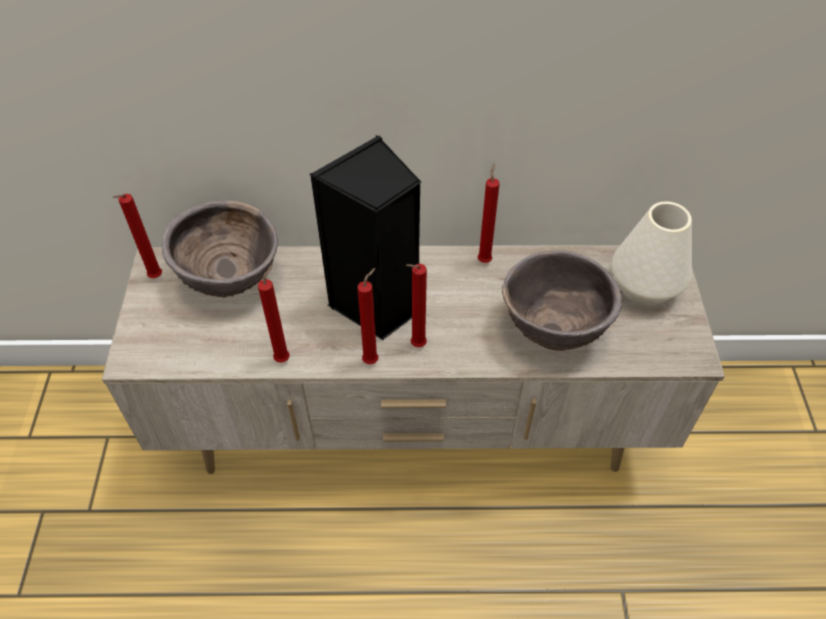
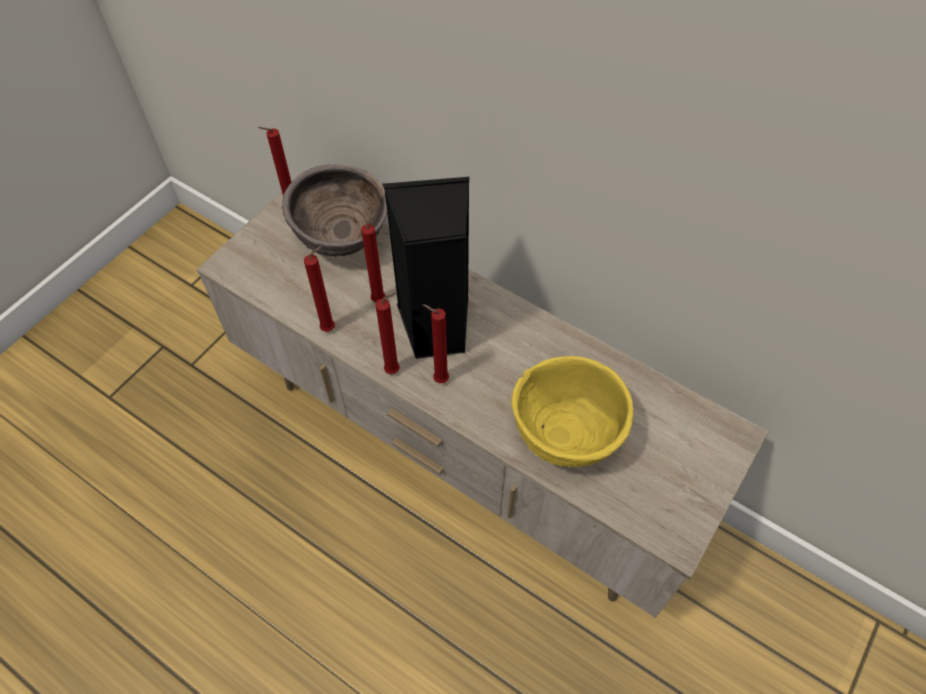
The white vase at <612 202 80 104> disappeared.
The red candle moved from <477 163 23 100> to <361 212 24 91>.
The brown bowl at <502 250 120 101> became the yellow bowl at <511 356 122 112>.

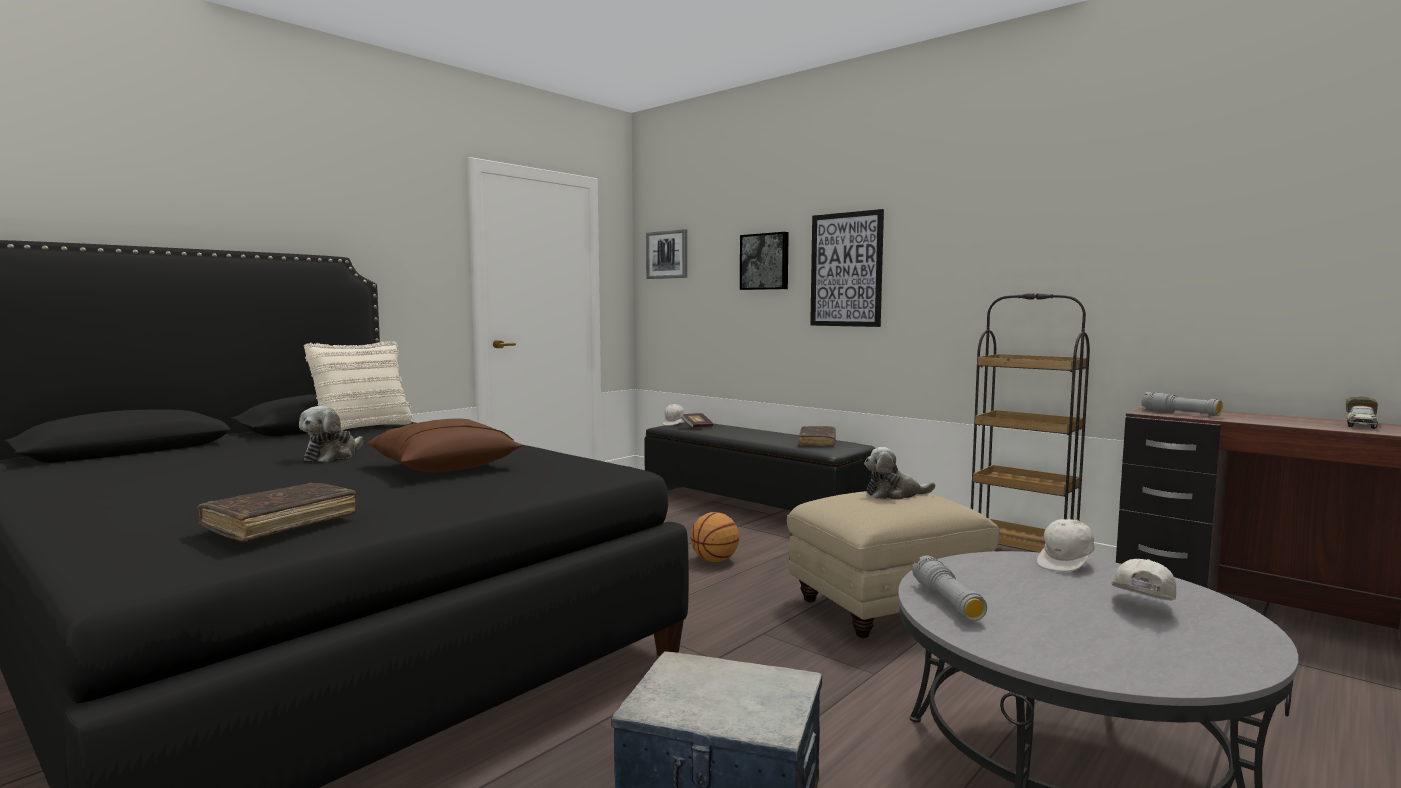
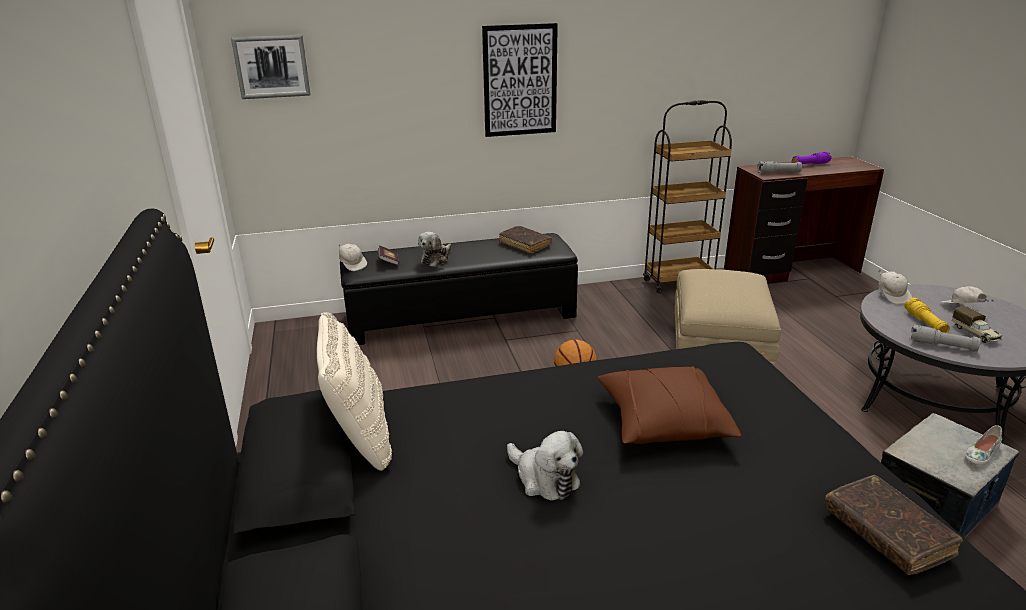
The picture at <740 232 49 58> disappeared.
The purple flashlight at <792 152 39 12> appeared.
The yellow flashlight at <904 297 46 36> appeared.
The white shoe at <965 425 37 41> appeared.
The plush toy moved from <864 447 71 53> to <418 232 34 35>.
The toy truck moved from <1346 396 32 33> to <952 306 50 37>.

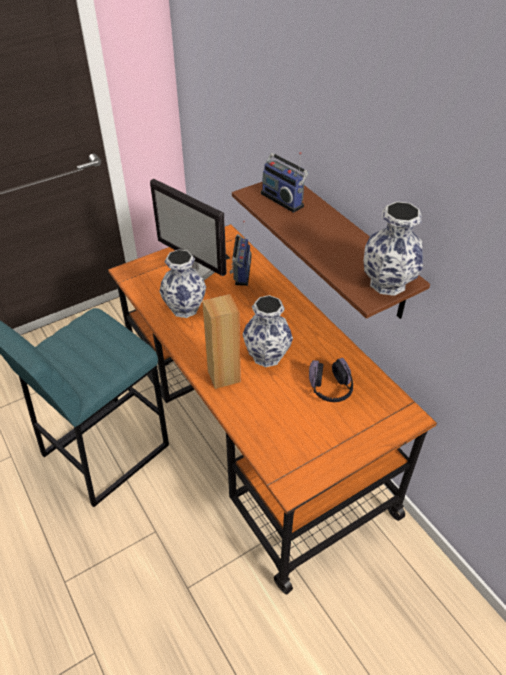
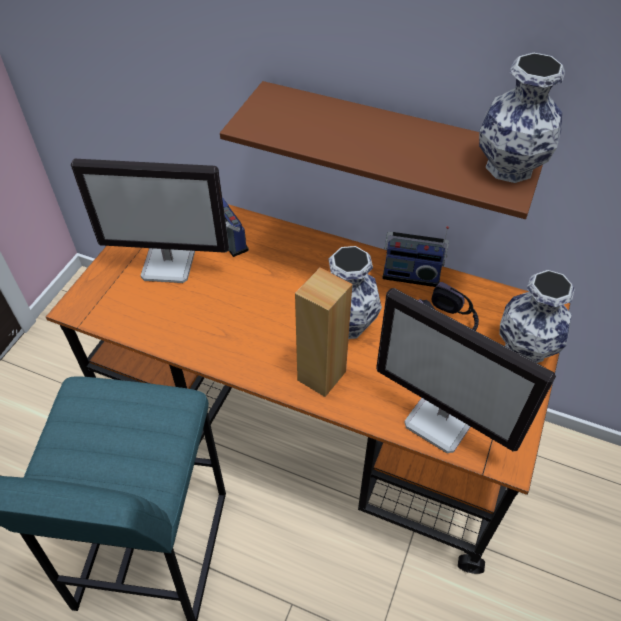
The monitor at <376 288 180 165> appeared.
The vase moved from <159 249 47 69> to <499 270 76 93>.
The radio moved from <261 152 48 61> to <382 226 67 61>.

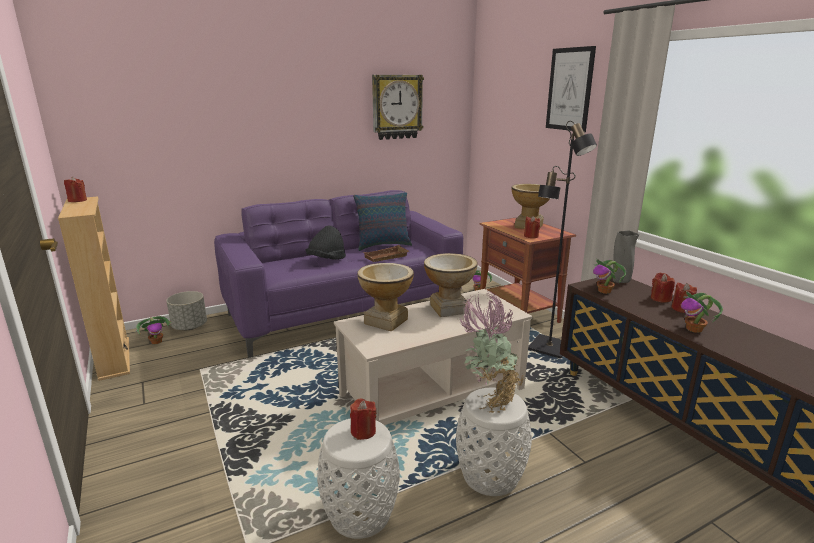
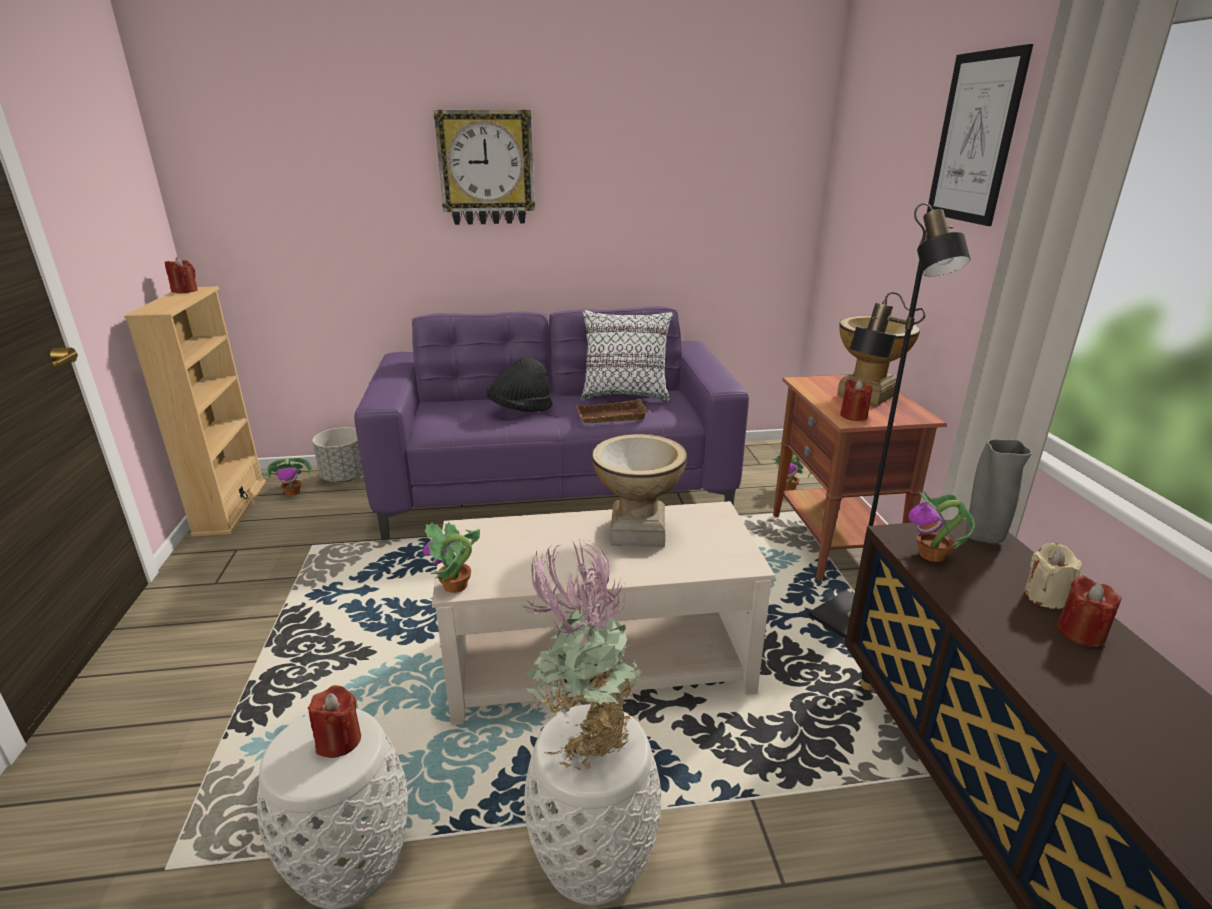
The vase at <357 263 57 68> disappeared.
The wall clock moved from <372 75 52 65> to <434 110 101 115>.
The potted plant moved from <681 291 42 42> to <423 522 57 71>.
The blue pillow at <353 192 59 59> became the white pillow at <581 310 91 91>.
The red candle at <651 273 24 30> became the beige candle at <1024 543 58 66>.

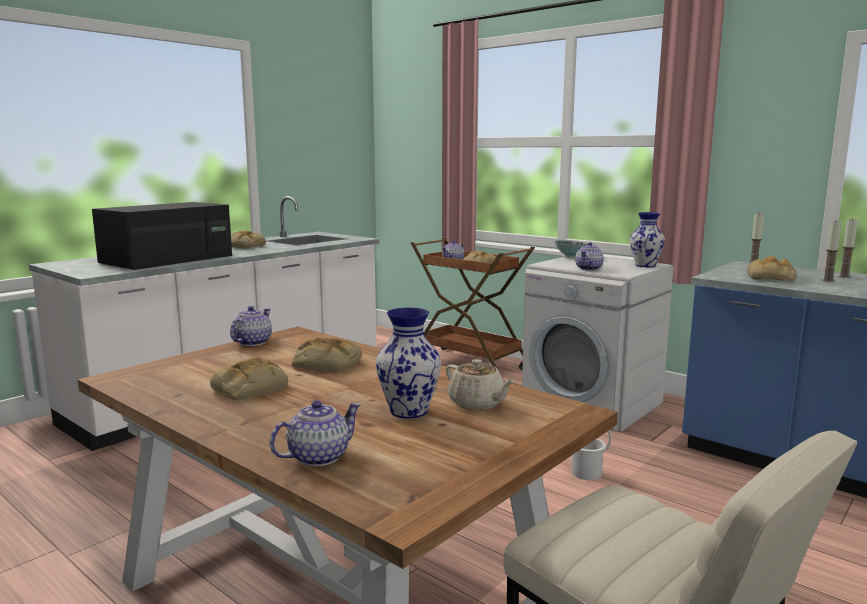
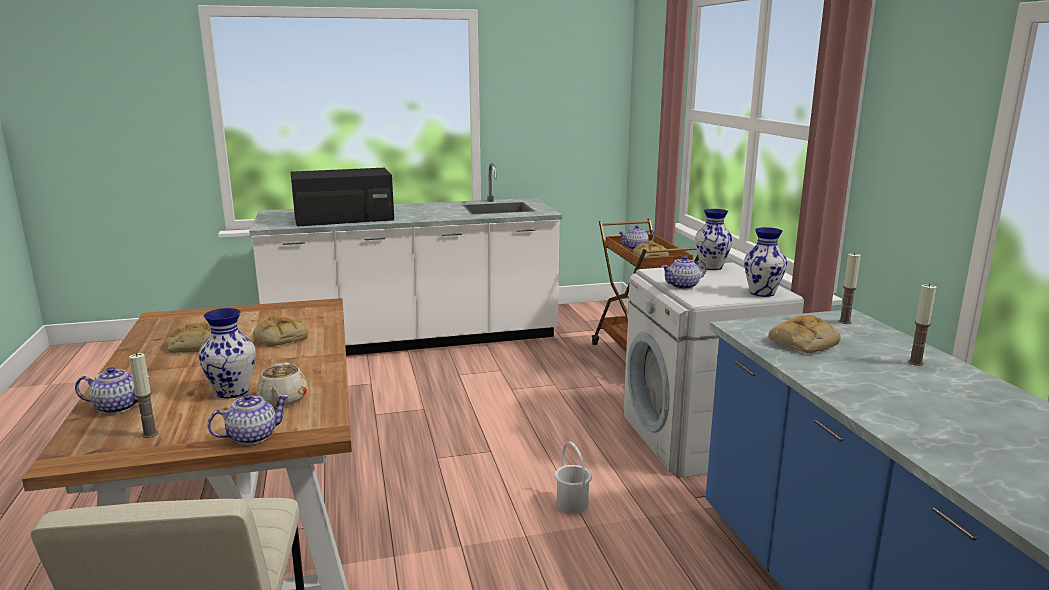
The bread at <231 230 35 19> disappeared.
The teapot moved from <230 306 42 40> to <207 393 82 52>.
The candle moved from <822 220 20 62> to <129 353 29 85>.
The bowl at <554 240 35 18> was replaced by the vase at <695 209 38 61>.

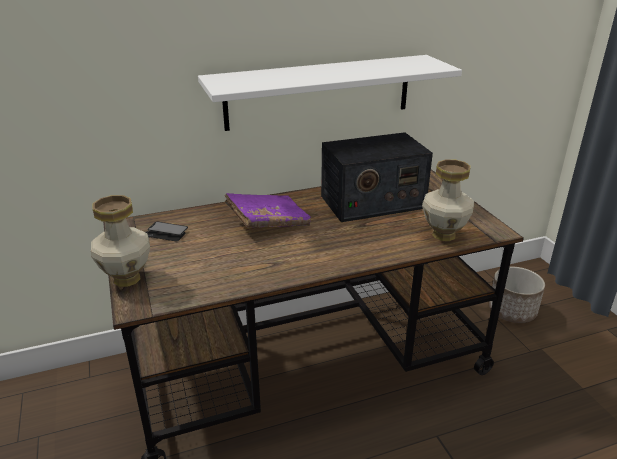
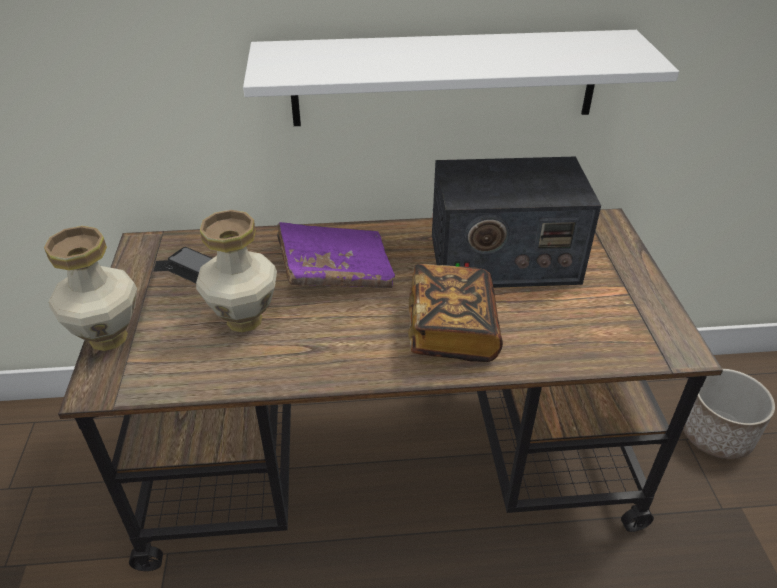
The book at <408 264 95 98> appeared.
The vase moved from <422 159 52 82> to <196 210 81 122>.

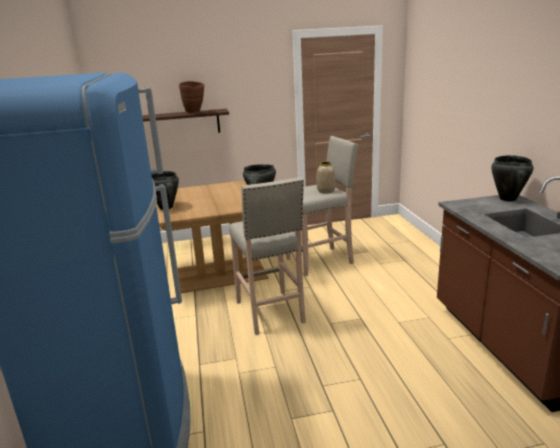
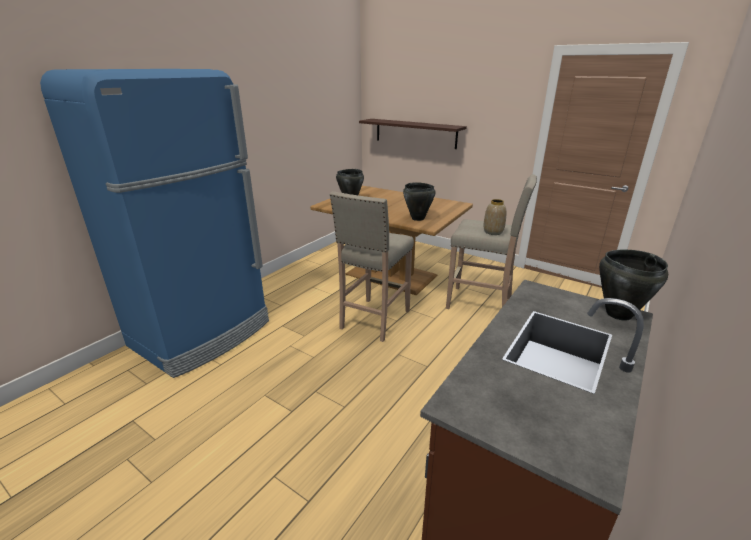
The brown vase at <179 81 25 33> disappeared.

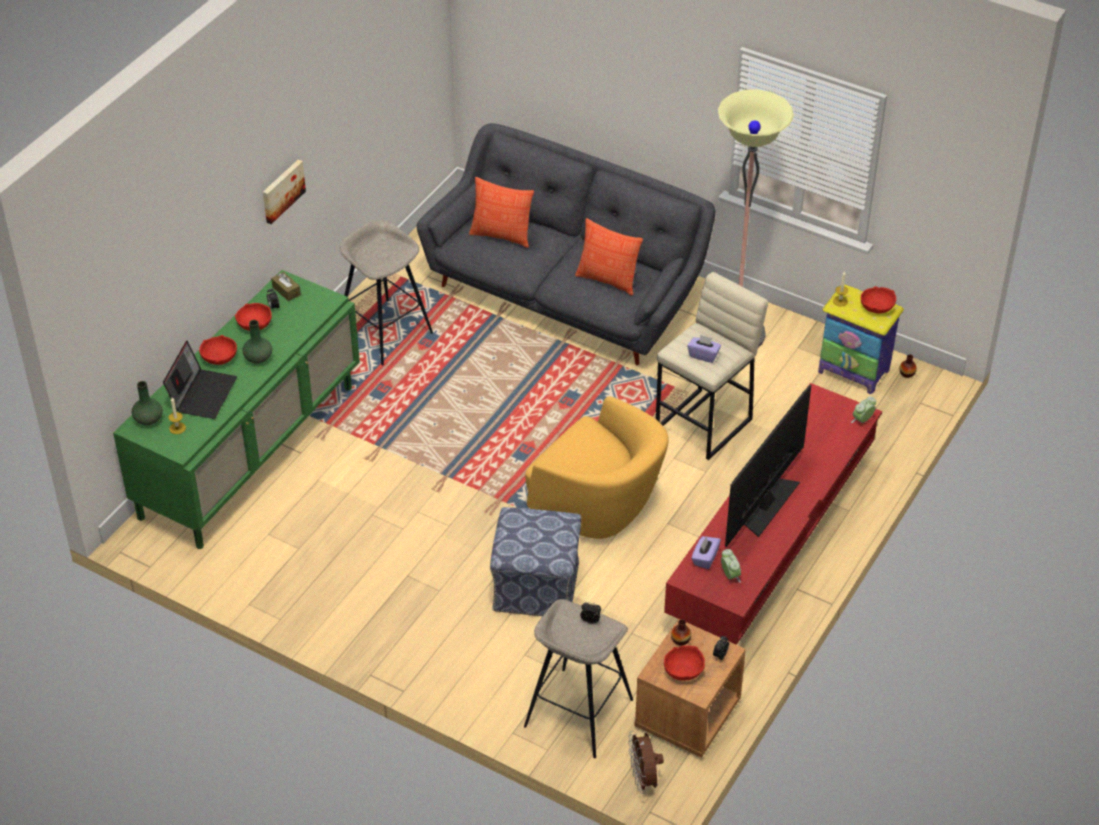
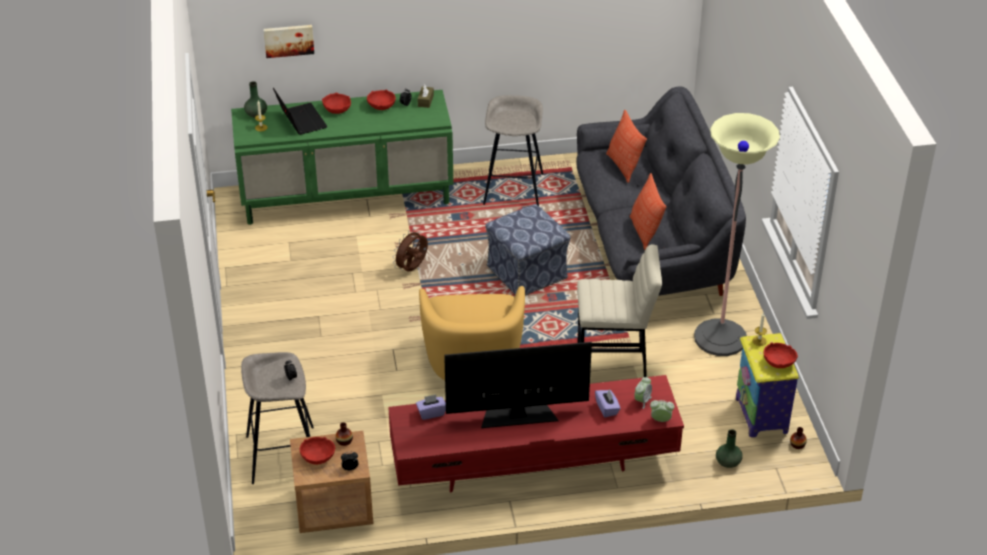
The green vase moved from <243 320 29 43> to <716 429 27 39>.
The picture moved from <263 160 43 64> to <263 25 51 33>.
The ottoman moved from <490 507 91 109> to <485 204 86 91>.
The brown fan moved from <628 731 36 63> to <392 229 36 42>.
The purple tissue box moved from <687 334 34 29> to <595 389 25 28>.
The alarm clock moved from <721 549 20 34> to <634 377 18 32>.
The laptop at <163 341 74 78> turned 90 degrees counterclockwise.

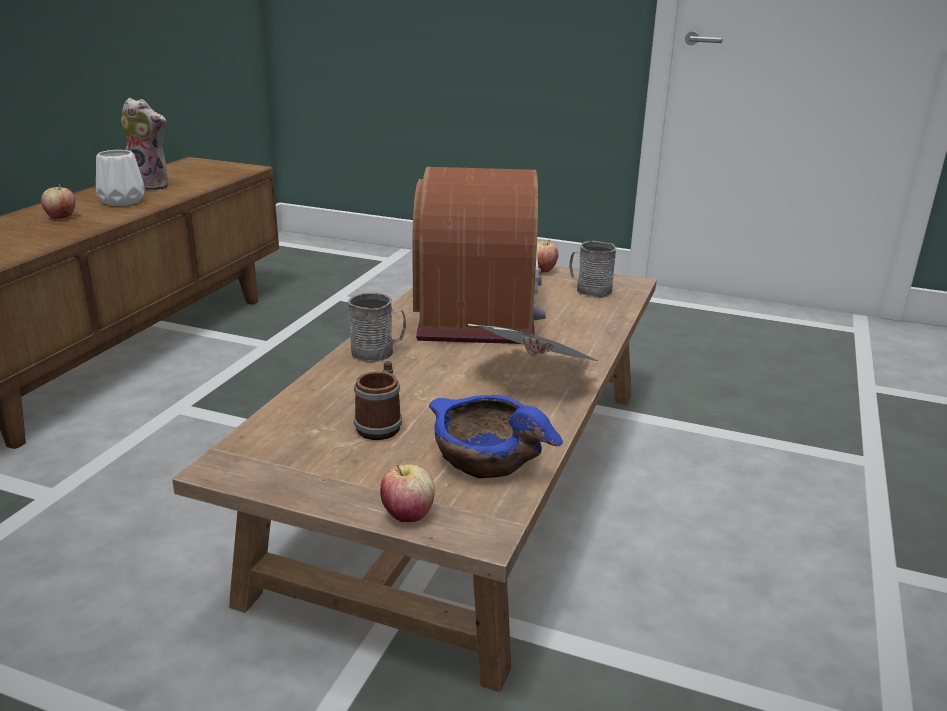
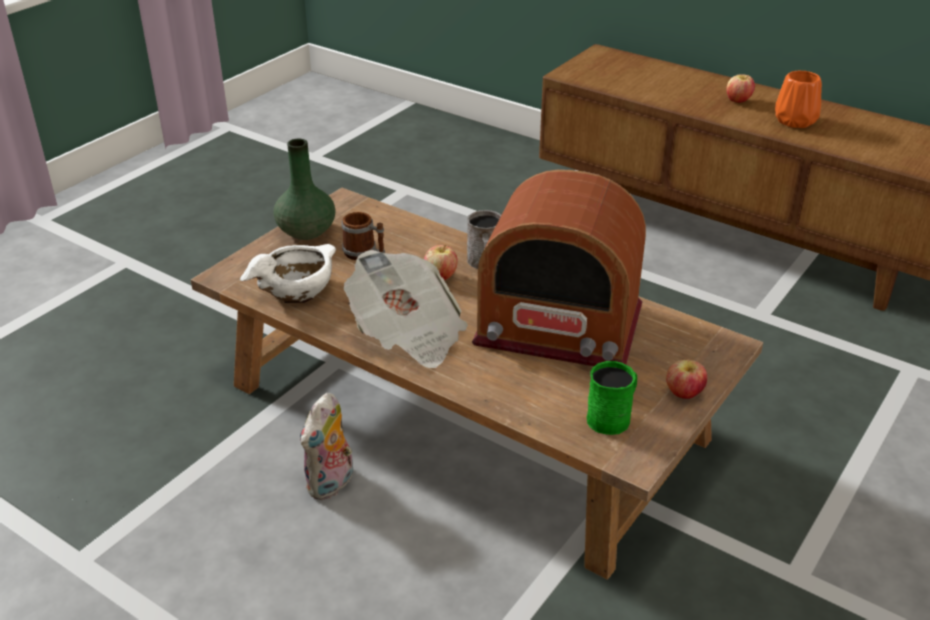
The green vase at <274 139 61 101> appeared.
The plush toy moved from <121 98 47 93> to <300 393 53 107>.
The apple moved from <380 464 55 58> to <424 244 34 36>.
The white vase at <96 150 49 56> became the orange vase at <775 70 47 58>.
The blue bowl at <429 395 134 83> became the white bowl at <240 244 96 59>.
The grey mug at <569 241 47 57> became the green mug at <587 361 50 74>.

